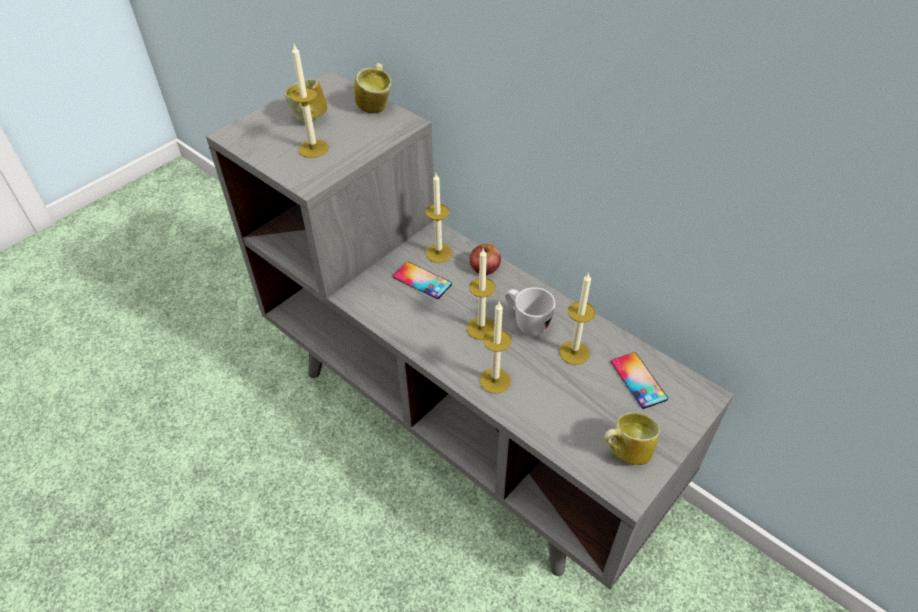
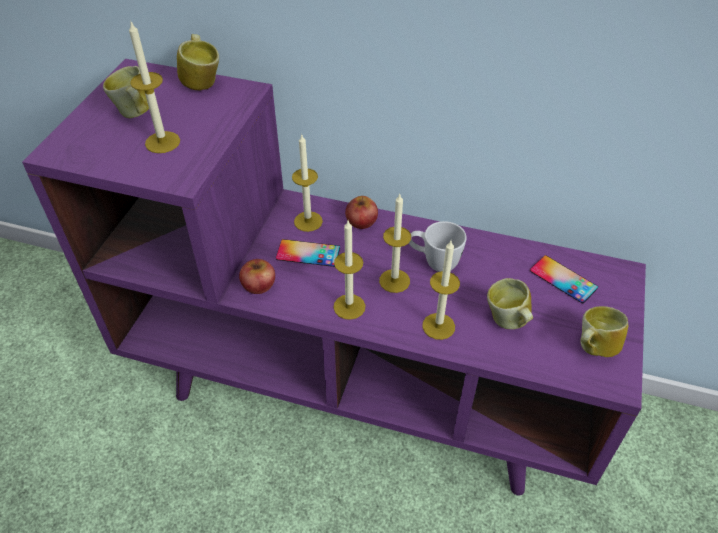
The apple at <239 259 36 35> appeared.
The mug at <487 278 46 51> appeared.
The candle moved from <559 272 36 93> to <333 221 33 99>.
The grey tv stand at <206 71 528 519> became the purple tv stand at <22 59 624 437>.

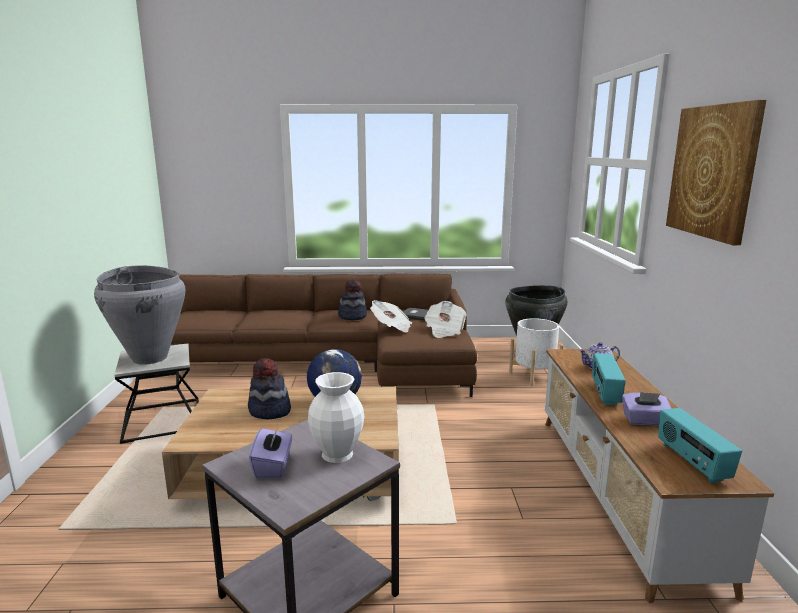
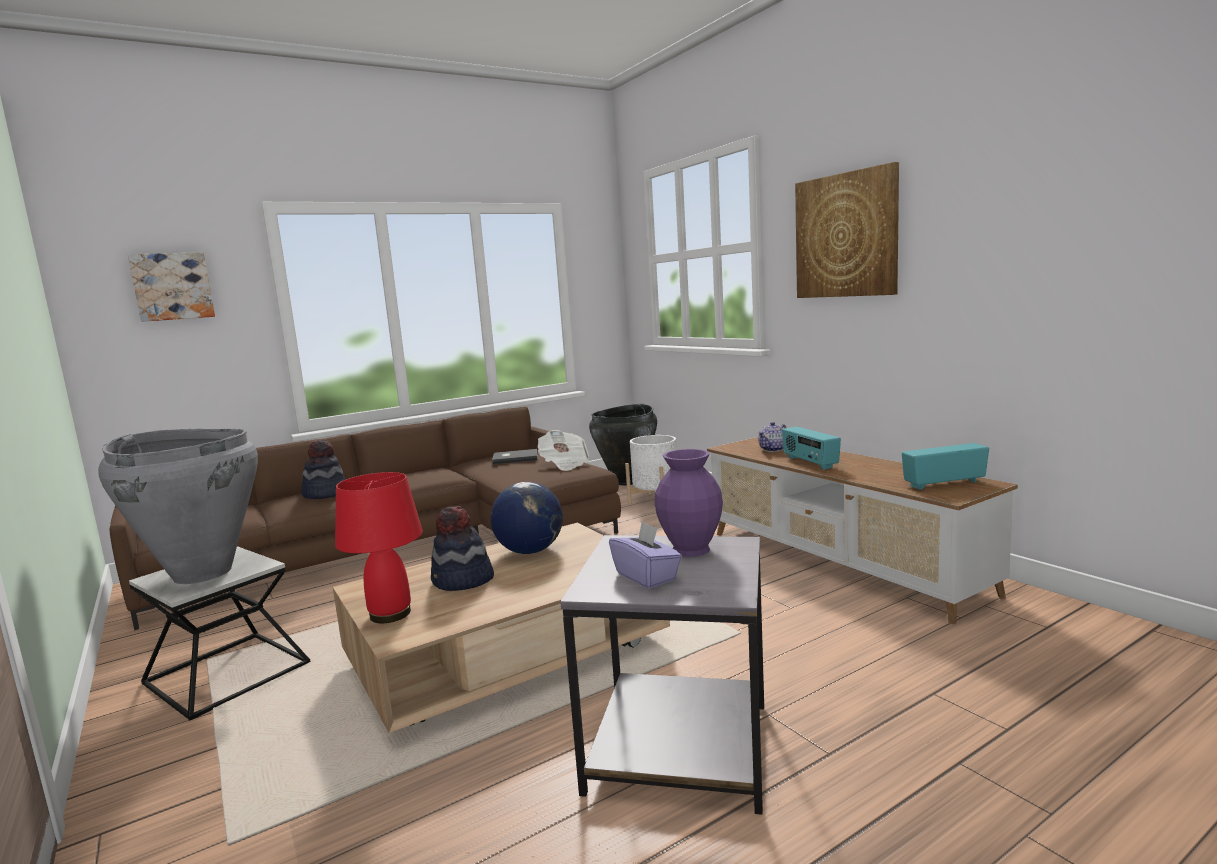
The newspaper at <371 300 41 32> disappeared.
The purple tissue box at <622 392 50 34> disappeared.
The picture at <128 252 87 70> appeared.
The red table lamp at <335 472 88 151> appeared.
The hat moved from <338 279 29 41> to <302 440 43 59>.
The white vase at <308 372 56 91> became the purple vase at <654 449 69 108>.
The radio at <658 408 84 75> turned 120 degrees clockwise.

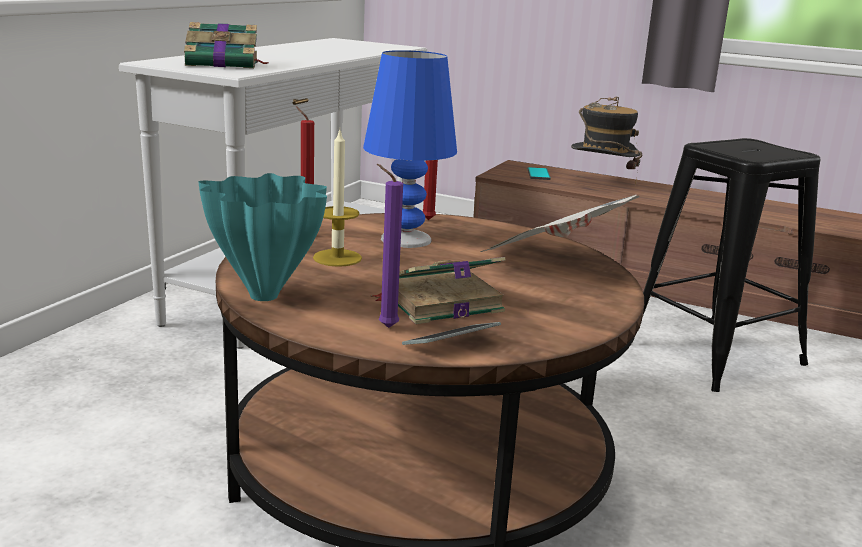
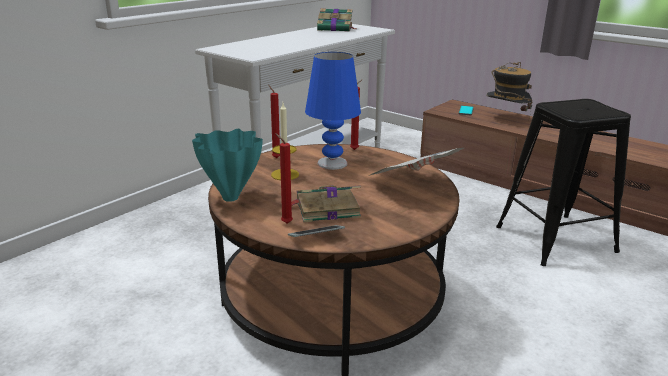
The book moved from <184 22 85 46> to <317 8 40 24>.
The purple candle at <377 164 26 164> became the red candle at <275 133 18 90>.

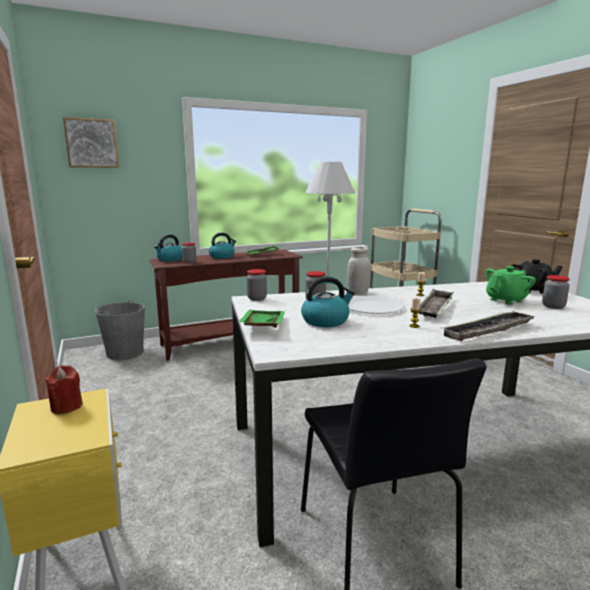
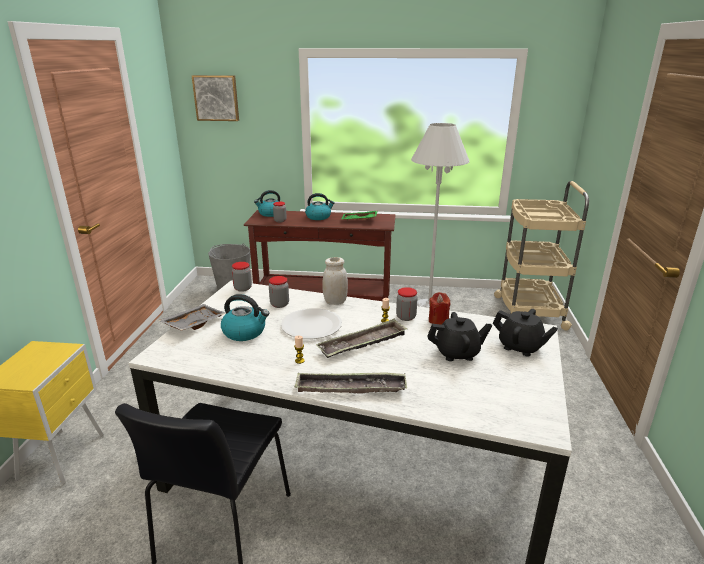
The red candle moved from <45 365 38 49> to <429 292 21 33>.
The jar moved from <542 275 28 34> to <396 287 22 34>.
The green tray at <238 310 47 18> became the grey tray at <158 304 68 27>.
The green teapot at <486 266 50 39> became the black teapot at <427 312 65 49>.

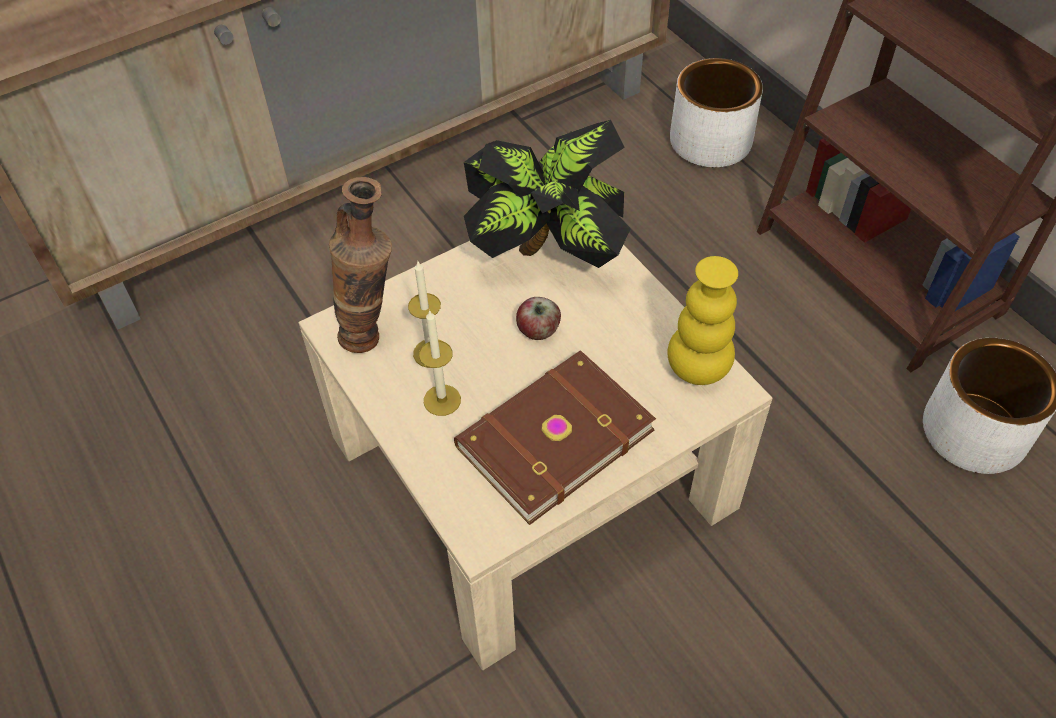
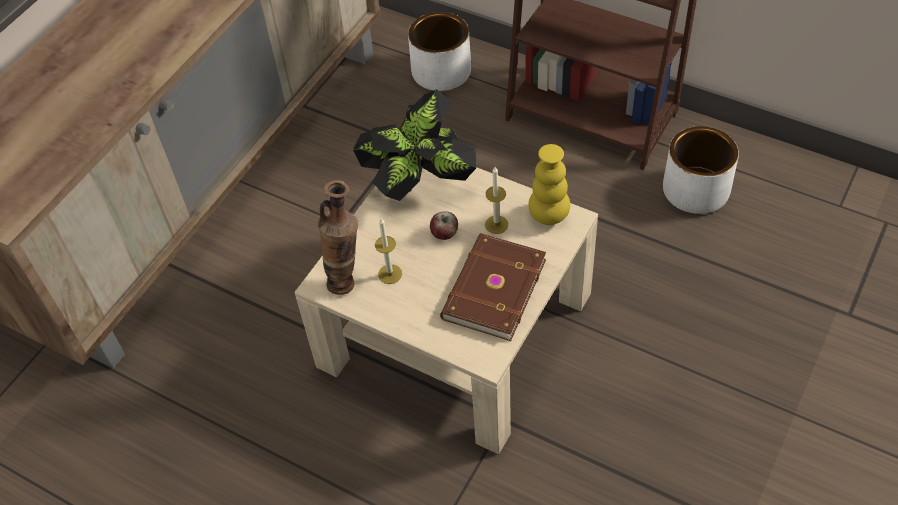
The candle moved from <419 310 42 106> to <485 167 23 67>.

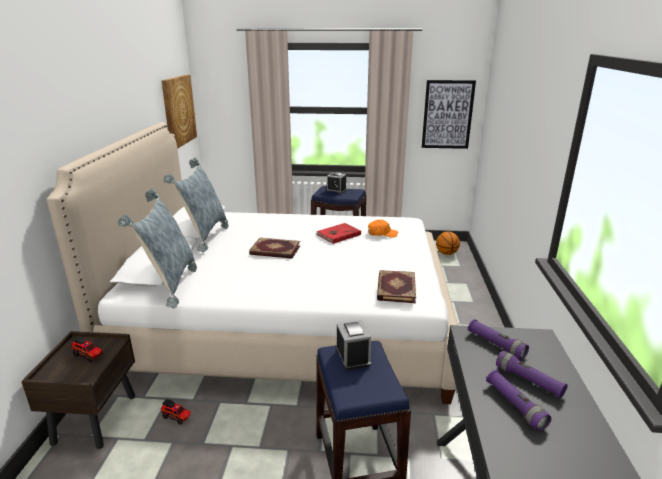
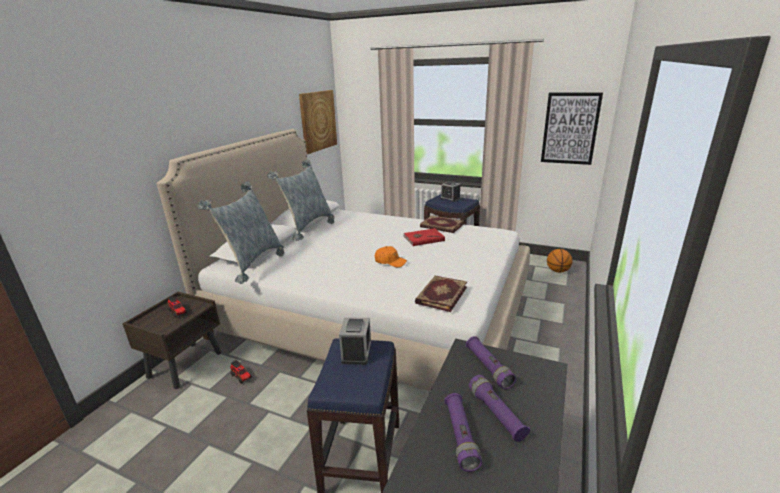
The book moved from <249 238 51 21> to <420 215 43 18>.
The orange cap moved from <368 219 30 19> to <375 246 32 22>.

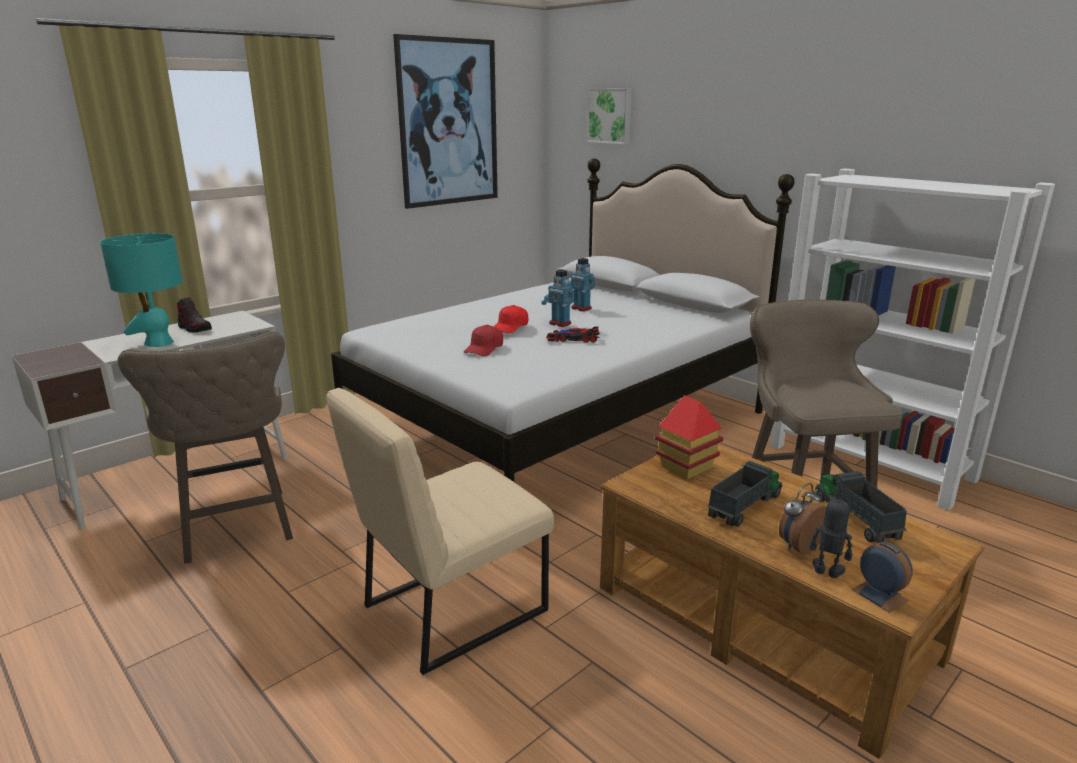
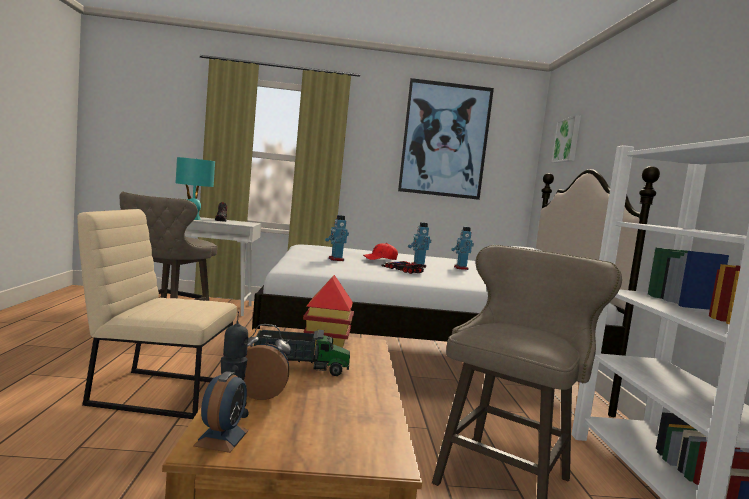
The toy truck at <815 471 92 72> disappeared.
The red cap at <463 325 40 31> was replaced by the toy robot at <325 215 24 46>.

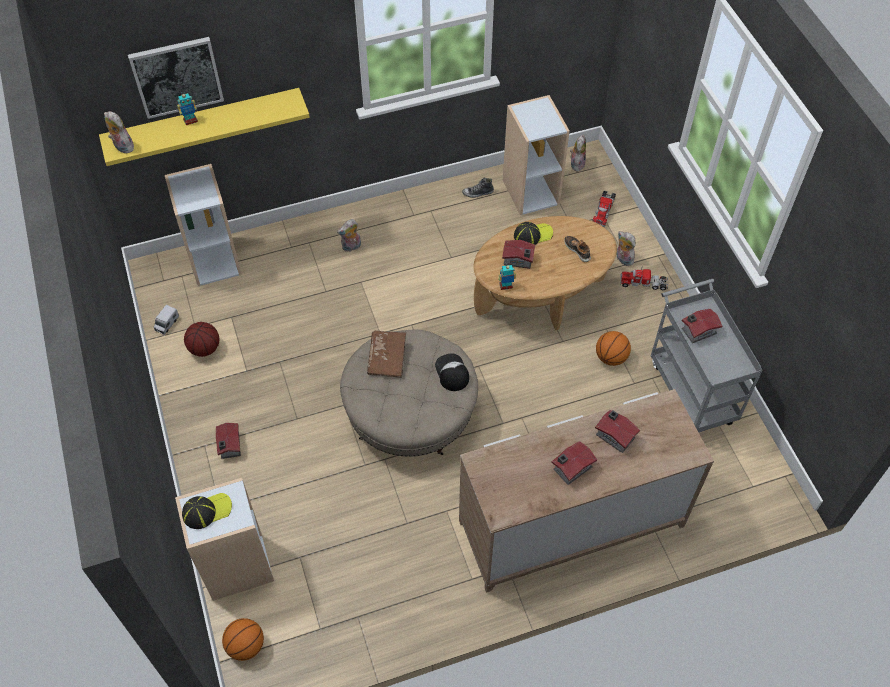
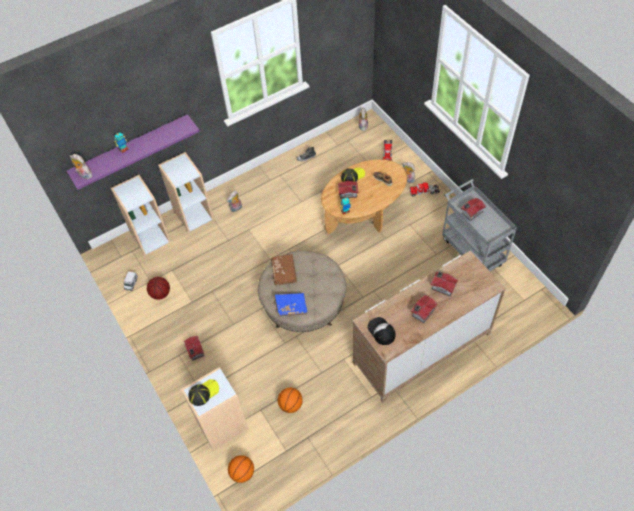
The picture at <128 37 96 82> disappeared.
The blue book at <274 293 33 24> appeared.
The cap moved from <435 354 34 37> to <368 317 28 28>.
The bookcase moved from <503 95 67 120> to <158 152 56 80>.
The basketball moved from <596 331 35 35> to <278 388 25 25>.
The yellow shelf at <99 88 211 78> became the purple shelf at <67 114 133 76>.

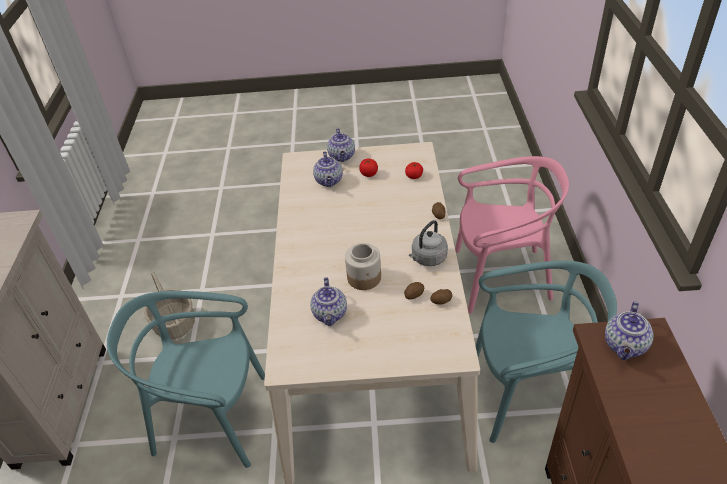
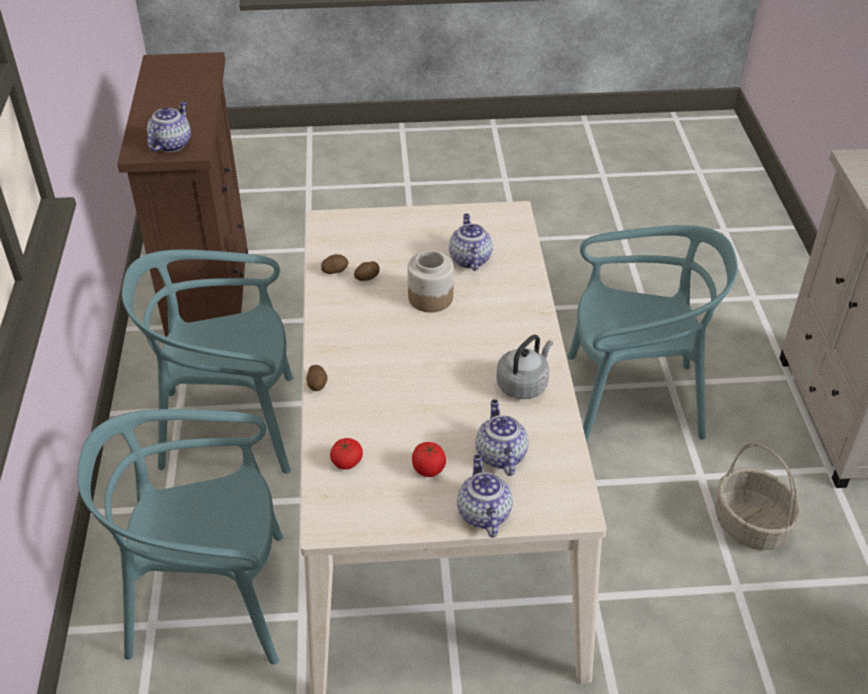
The grey kettle moved from <409 220 39 46> to <496 335 57 64>.
The pink chair at <455 156 114 158> became the turquoise chair at <77 409 206 256>.

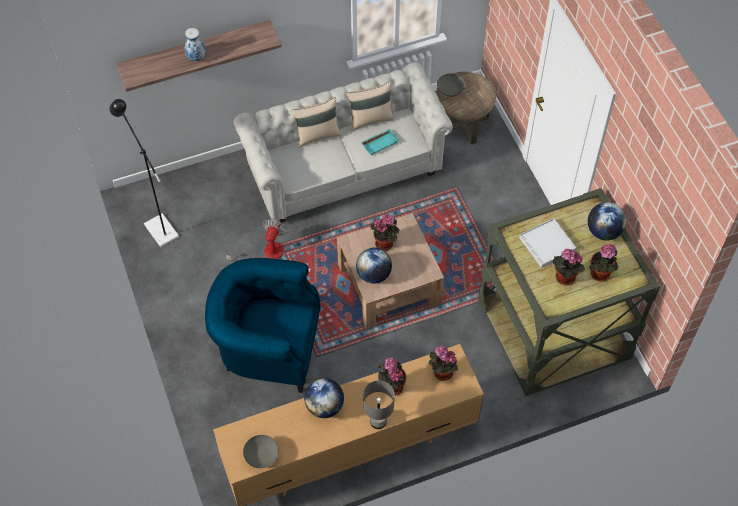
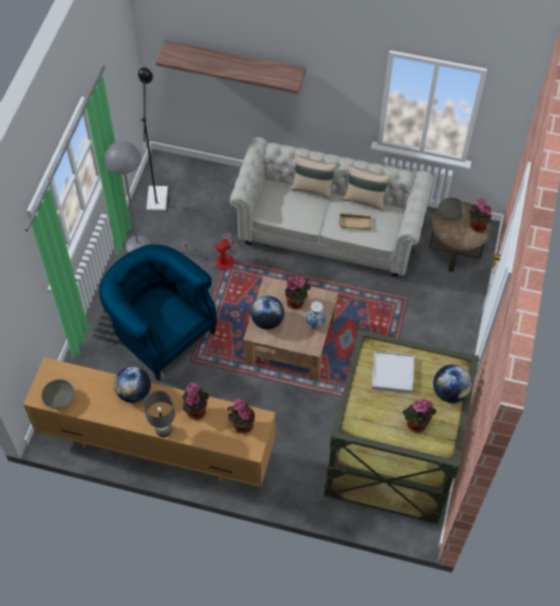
The grey floor lamp at <104 141 46 111> appeared.
The vase moved from <185 28 21 33> to <307 301 19 28>.
The potted plant moved from <553 248 32 37> to <468 199 24 33>.
The turquoise tray at <361 129 38 26> became the beige tray at <339 213 33 17>.

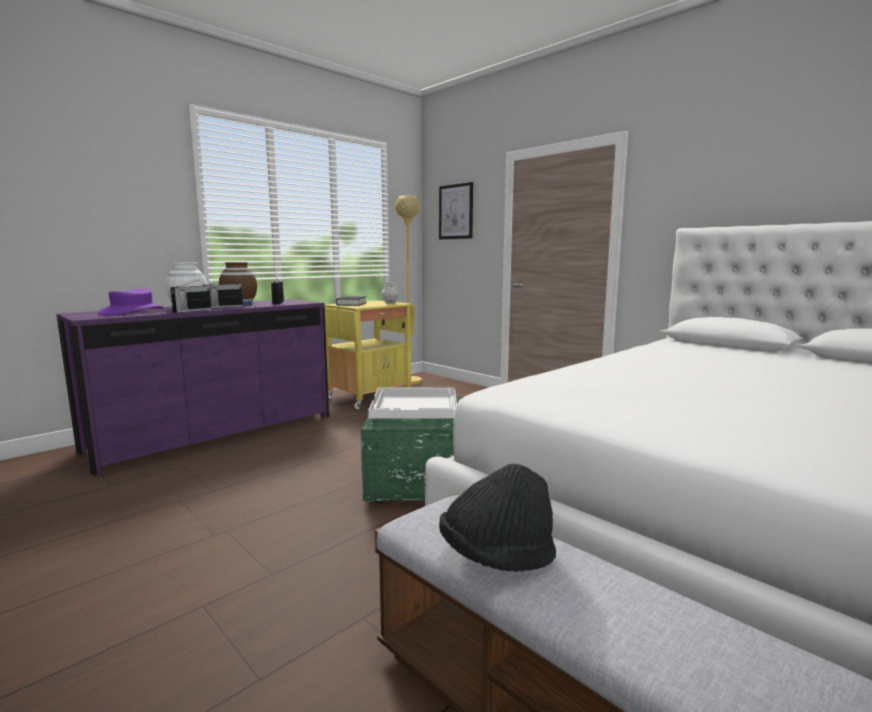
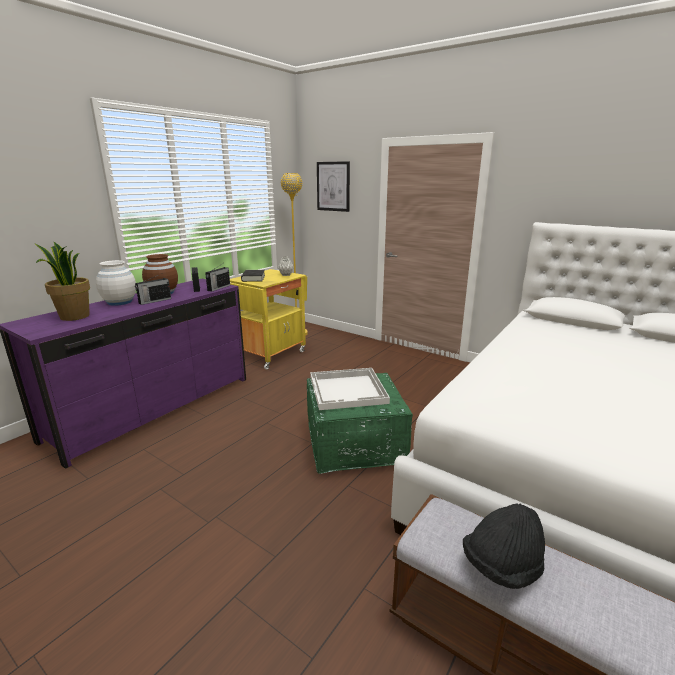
The radio moved from <170 280 42 33> to <205 264 25 28>.
The purple hat at <98 289 66 26> was replaced by the potted plant at <34 241 56 80>.

